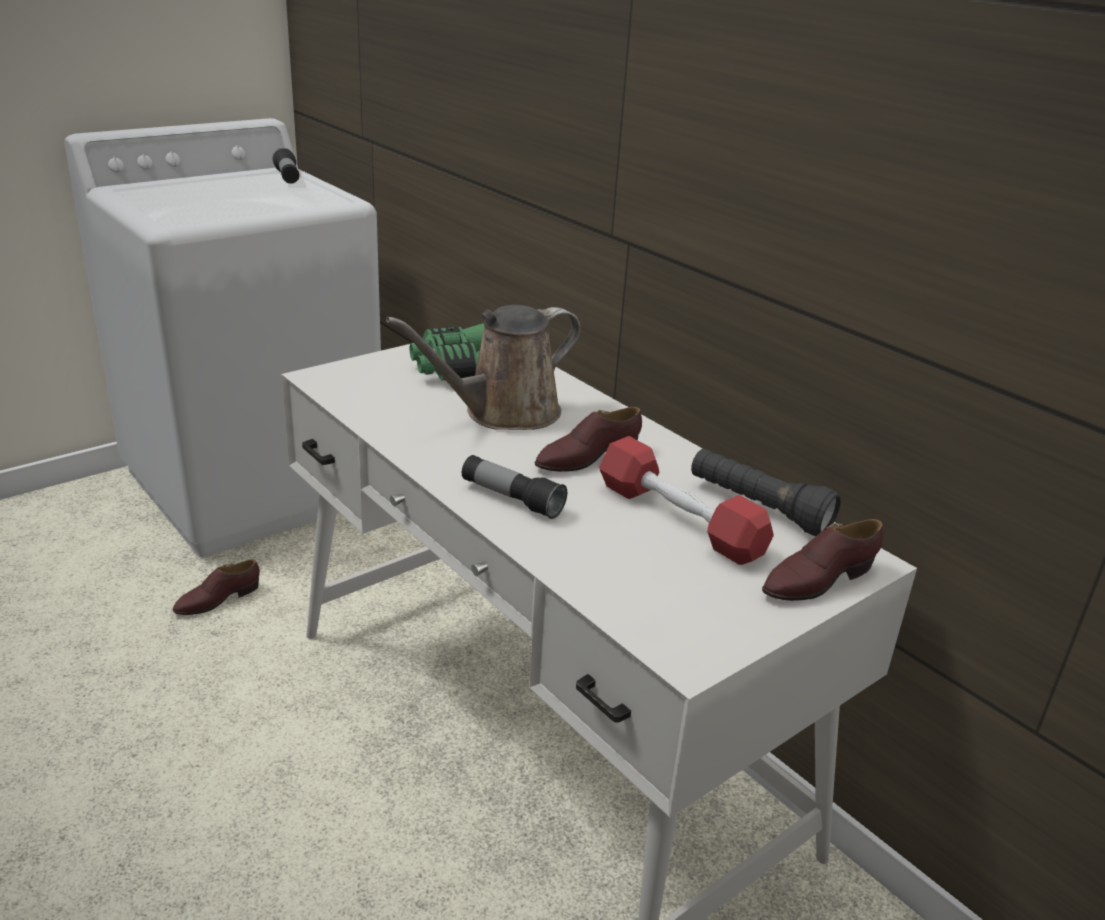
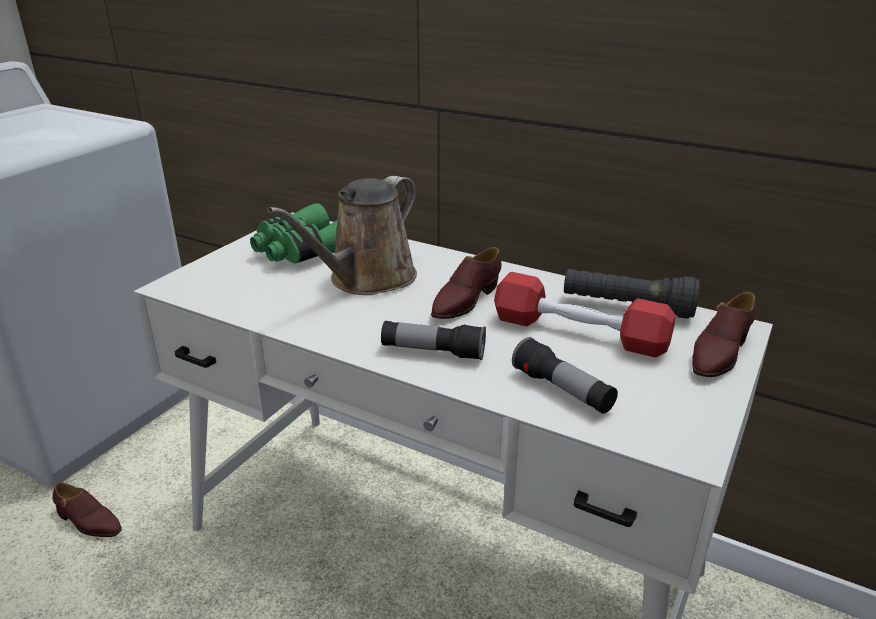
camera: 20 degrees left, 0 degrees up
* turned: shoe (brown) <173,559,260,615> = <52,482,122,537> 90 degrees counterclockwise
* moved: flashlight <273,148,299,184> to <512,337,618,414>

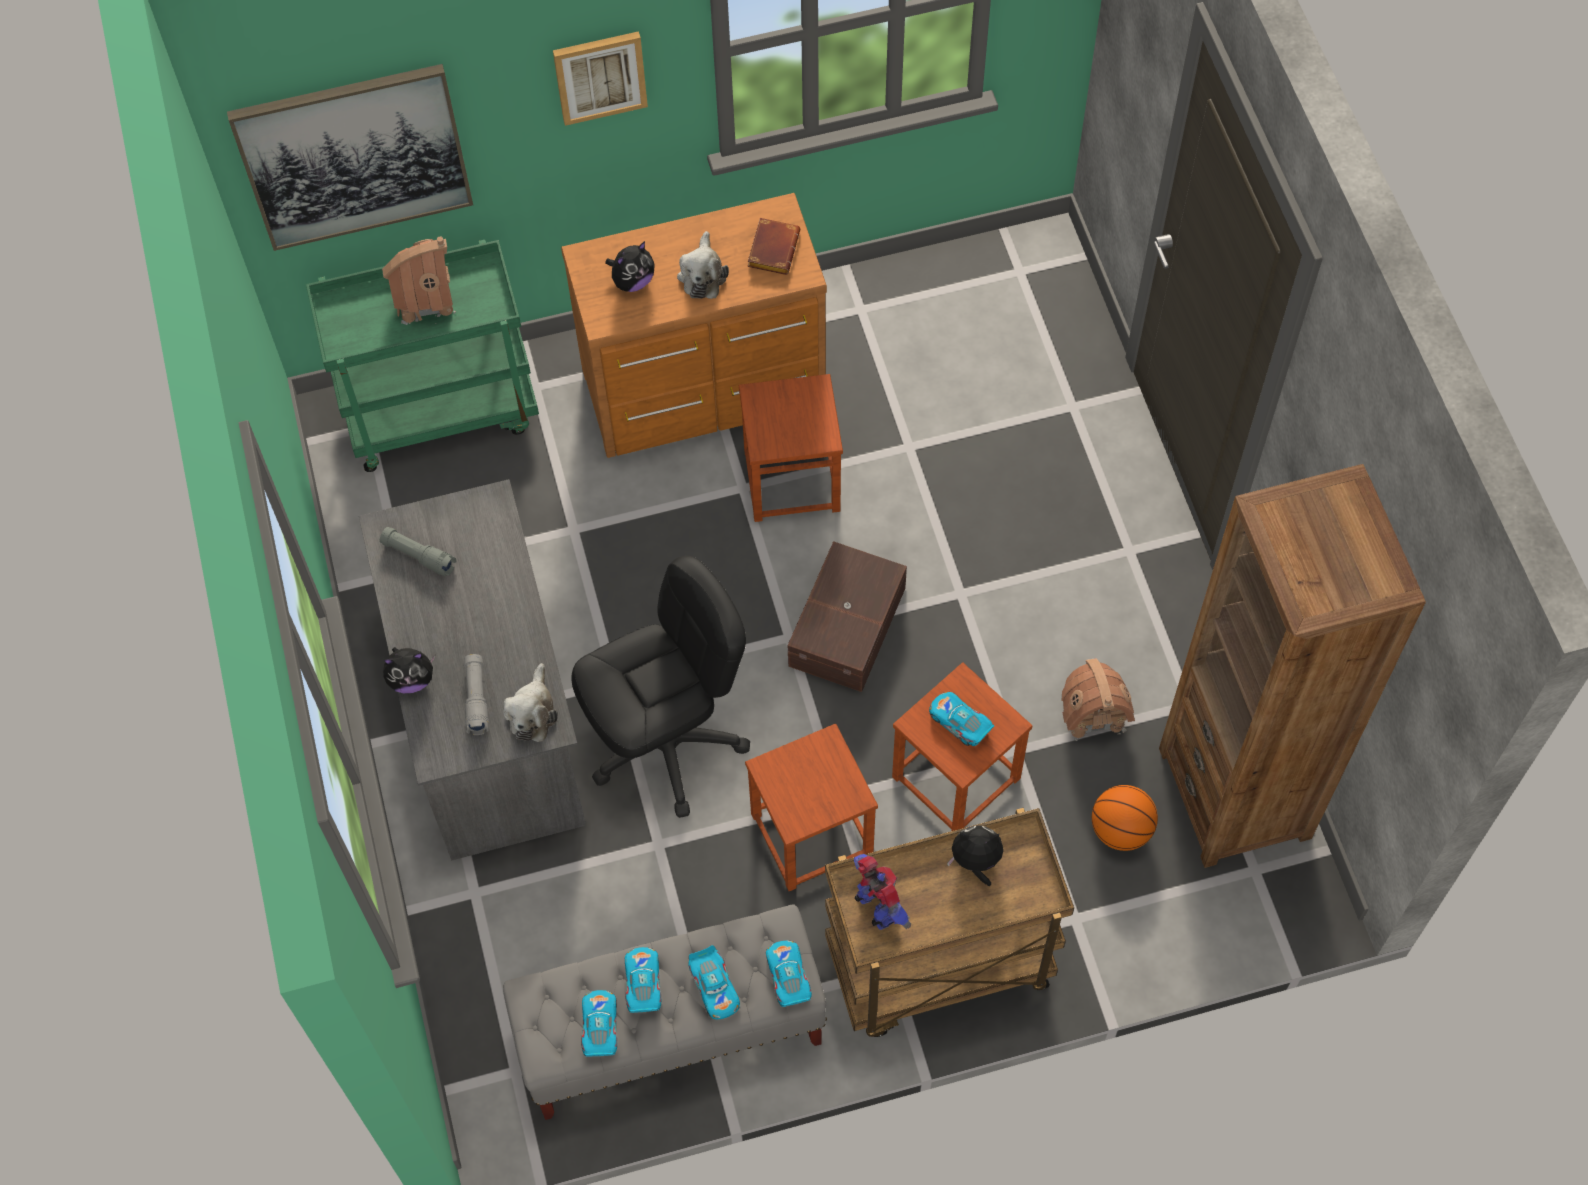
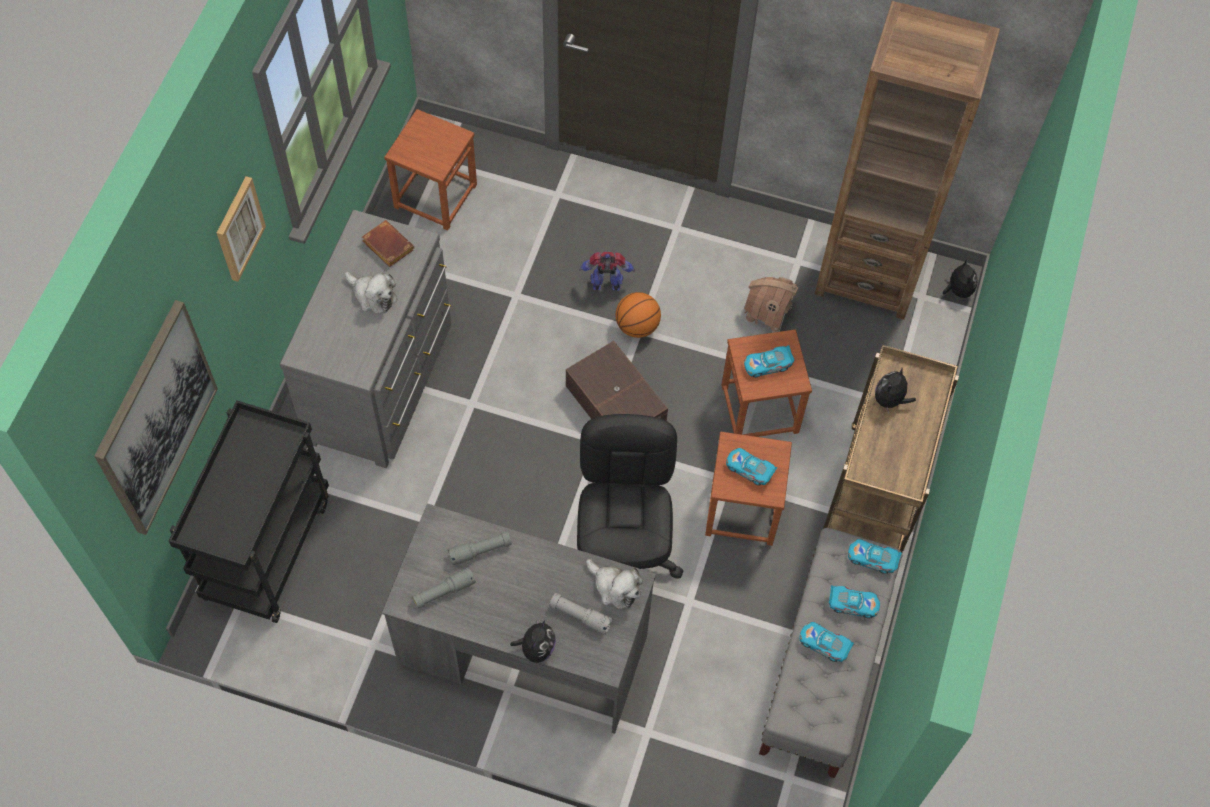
camera: 60 degrees left, 0 degrees up
* recoloured: cart (green) <306,240,539,472> to cart (black) <169,400,329,623>
* removed: toy house <382,236,456,325>
* recoloured: dresser (brown) <561,193,827,458> to dresser (grey) <280,210,451,468>
* moved: toy car <581,990,617,1056> to <726,448,777,486>
* moved: plush toy <605,241,654,292> to <943,260,978,298>
* moved: stool (brown) <739,374,843,522> to <384,109,477,231>
* moved: toy robot <854,854,911,930> to <579,252,635,290>
* moved: basketball <1092,785,1158,851> to <616,292,661,338>
* added: flashlight (grey) <448,531,512,565>

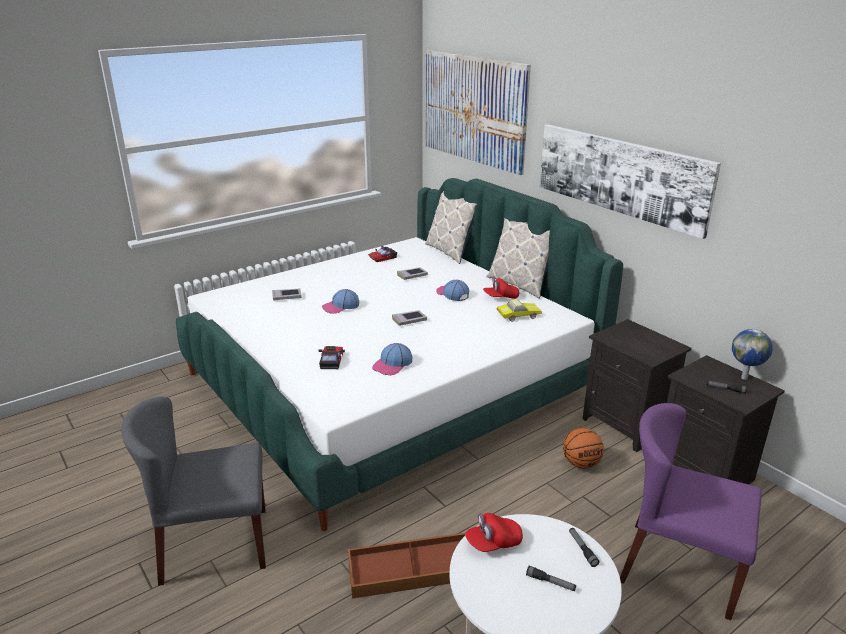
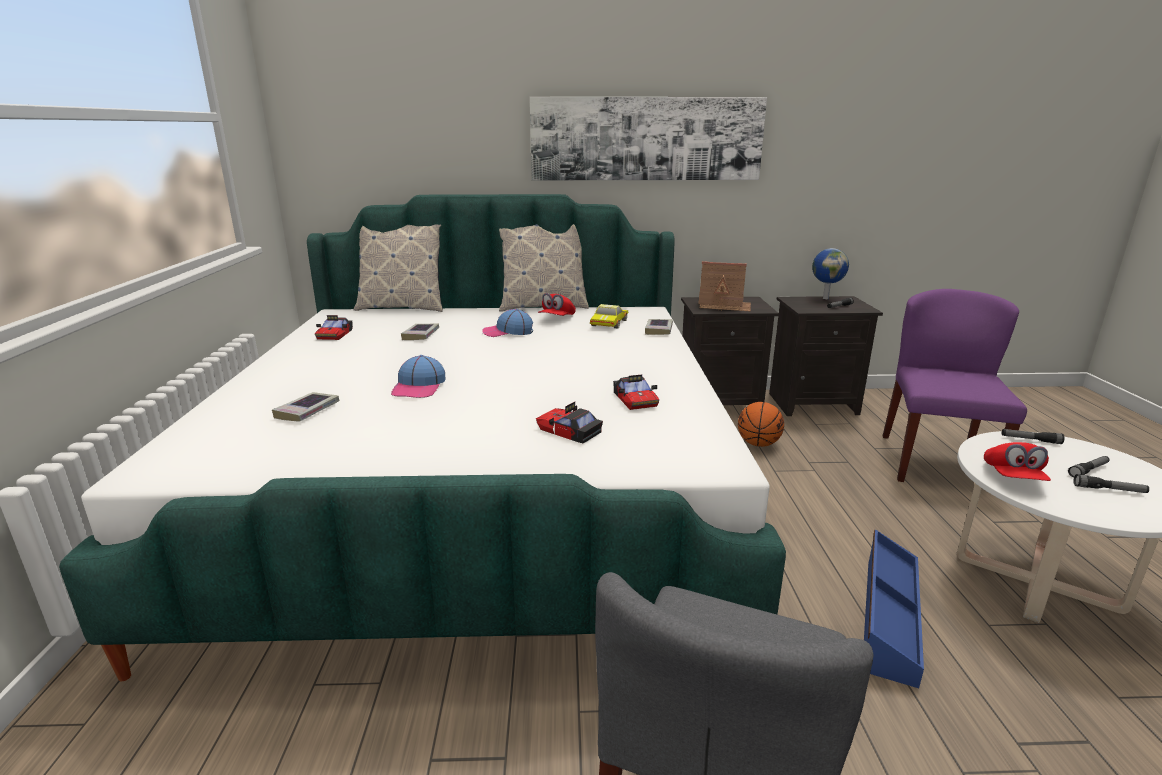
camera: 55 degrees left, 5 degrees down
* recoloured: storage box (brown) <348,533,465,598> to storage box (blue) <864,529,924,688>
* replaced: cap <372,343,412,375> to toy car <613,374,659,410>
* moved: book <392,310,427,326> to <645,319,673,335>
* removed: picture <425,50,531,175>
* turned: chair (purple) <620,403,762,620> = <883,289,1027,482> 135 degrees clockwise
* added: toy house <698,261,751,311>
* added: flashlight <1073,474,1149,493>

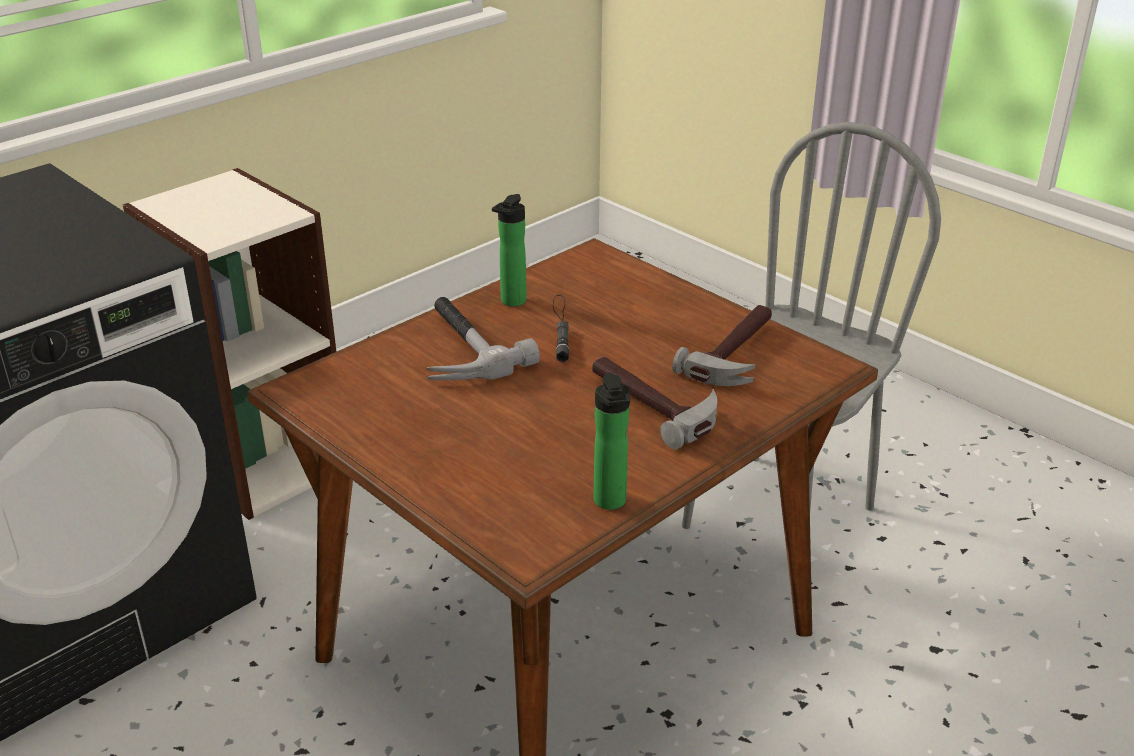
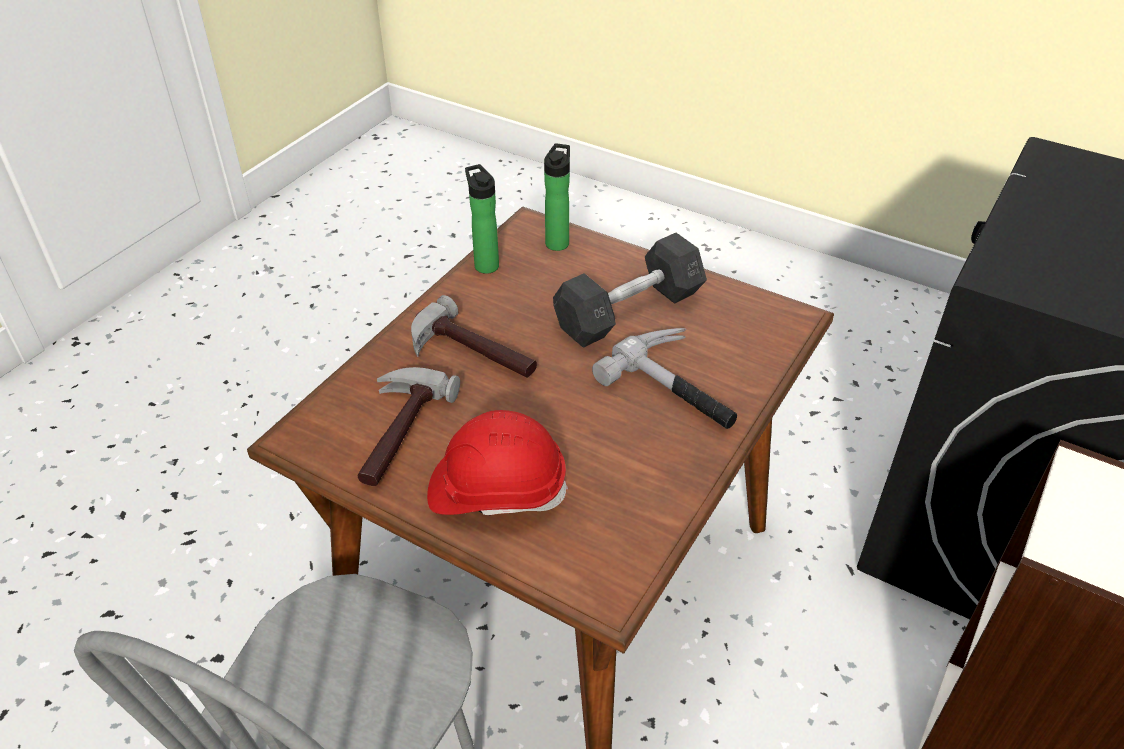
camera: 165 degrees right, 10 degrees up
* moved: bottle <492,194,527,306> to <544,144,570,251>
* removed: flashlight (black) <553,295,569,362>
* added: hard hat (red) <427,410,568,516>
* added: dumbbell (grey) <553,233,707,348>

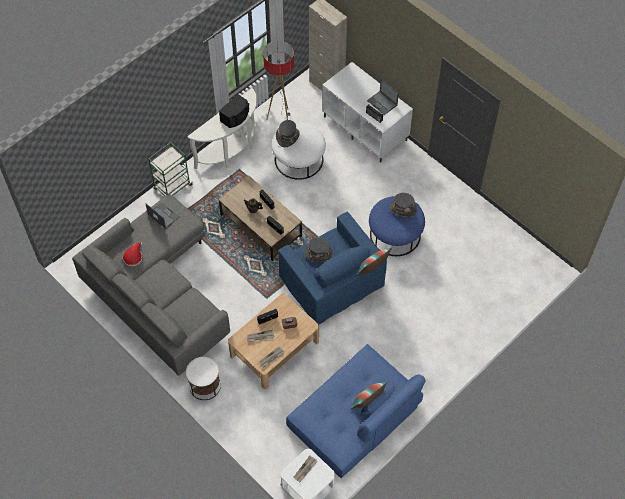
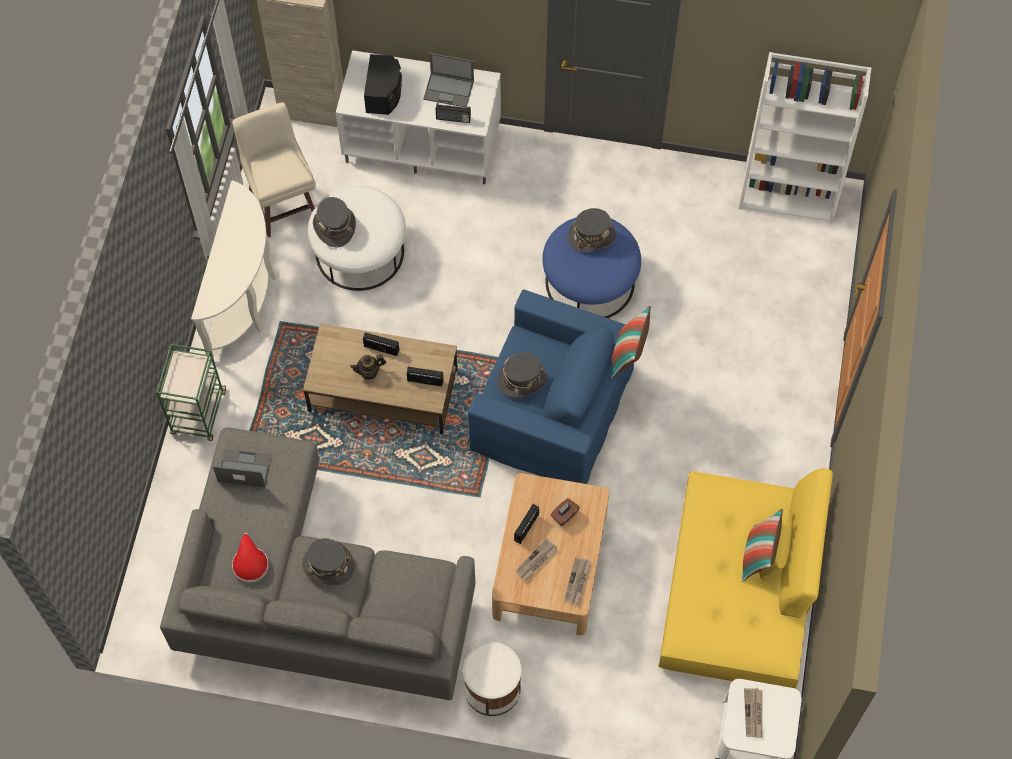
camera: 35 degrees left, 5 degrees up
* moved: speaker (black) <219,94,249,128> to <364,54,402,115>
* replaced: floor lamp <263,41,294,120> to stool (beige) <232,102,316,238>
* recoloured: sofa (blue) <286,344,426,478> to sofa (yellow) <659,468,833,688>
* added: hat (grey) <302,538,355,585>
* added: bookcase (white) <739,52,872,224>

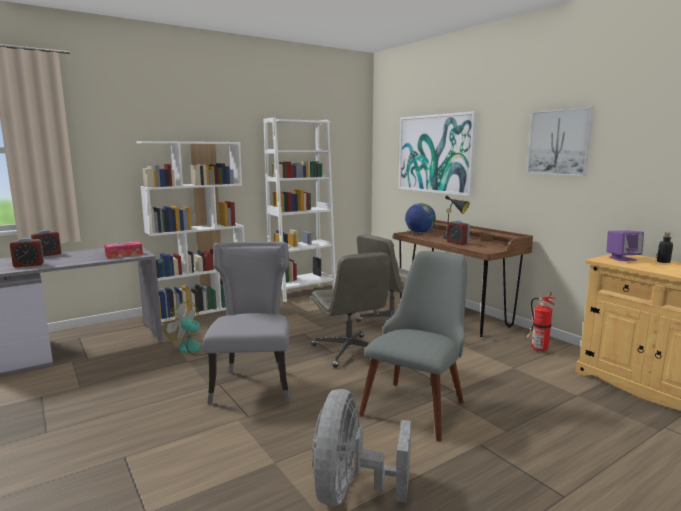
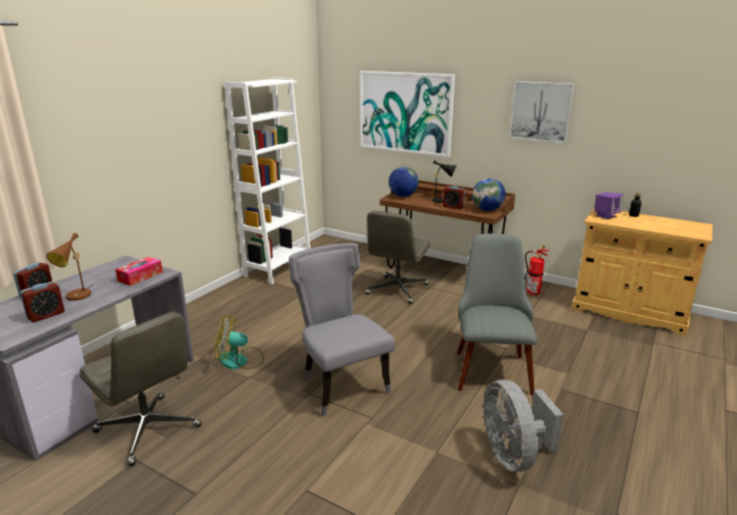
camera: 25 degrees left, 10 degrees up
* removed: bookcase (white) <136,141,245,322>
* moved: office chair (grey) <311,252,390,368> to <80,311,202,467>
* added: table lamp (brown) <46,233,94,301>
* added: globe <472,178,506,211>

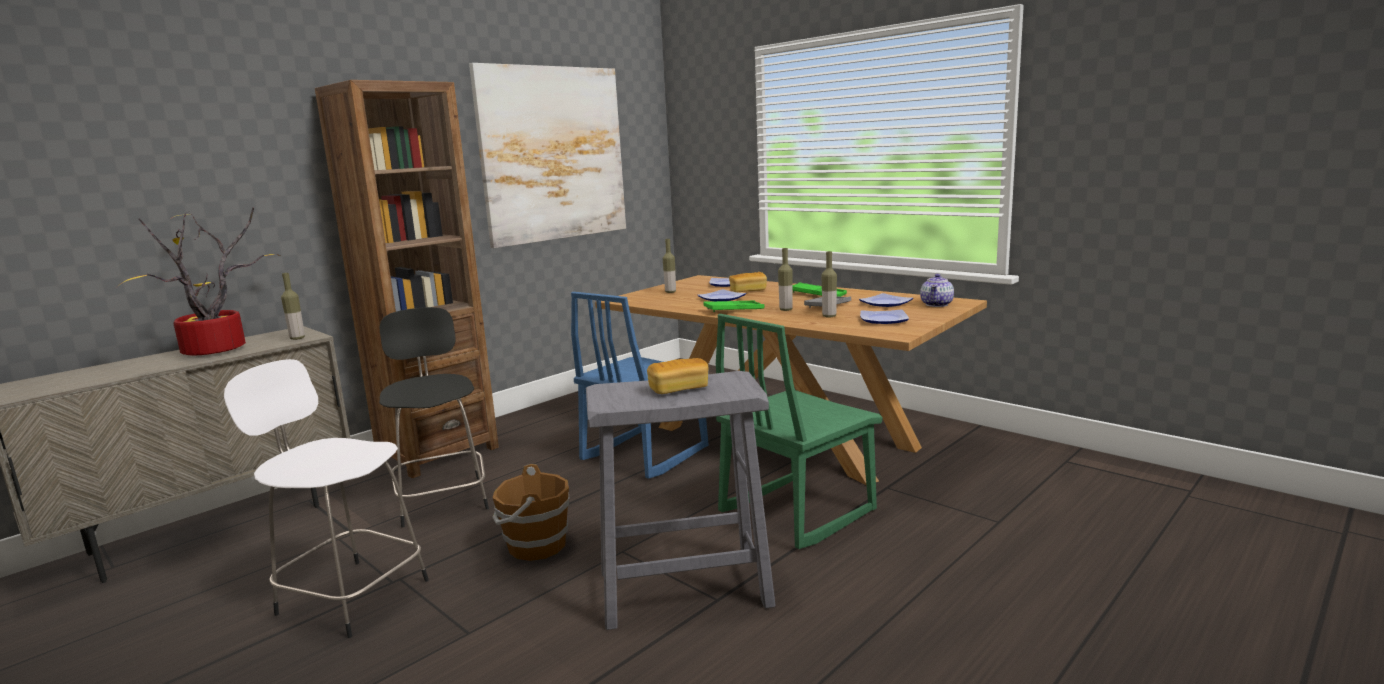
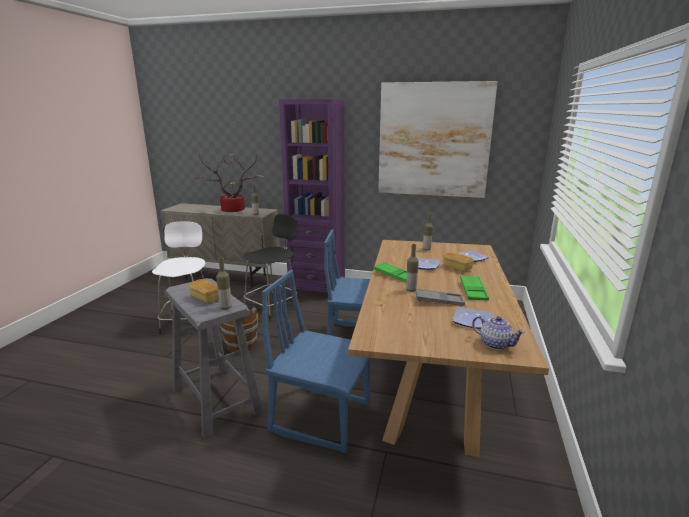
camera: 60 degrees right, 5 degrees up
* recoloured: bookcase (brown) <315,80,499,478> to bookcase (purple) <279,99,345,294>
* recoloured: chair (green) <716,314,883,549> to chair (blue) <262,270,370,453>
* moved: bottle <821,251,837,318> to <216,257,231,309>
* removed: plate <860,309,909,324>
* turned: teapot <920,274,954,307> = <472,316,526,350> 135 degrees counterclockwise

